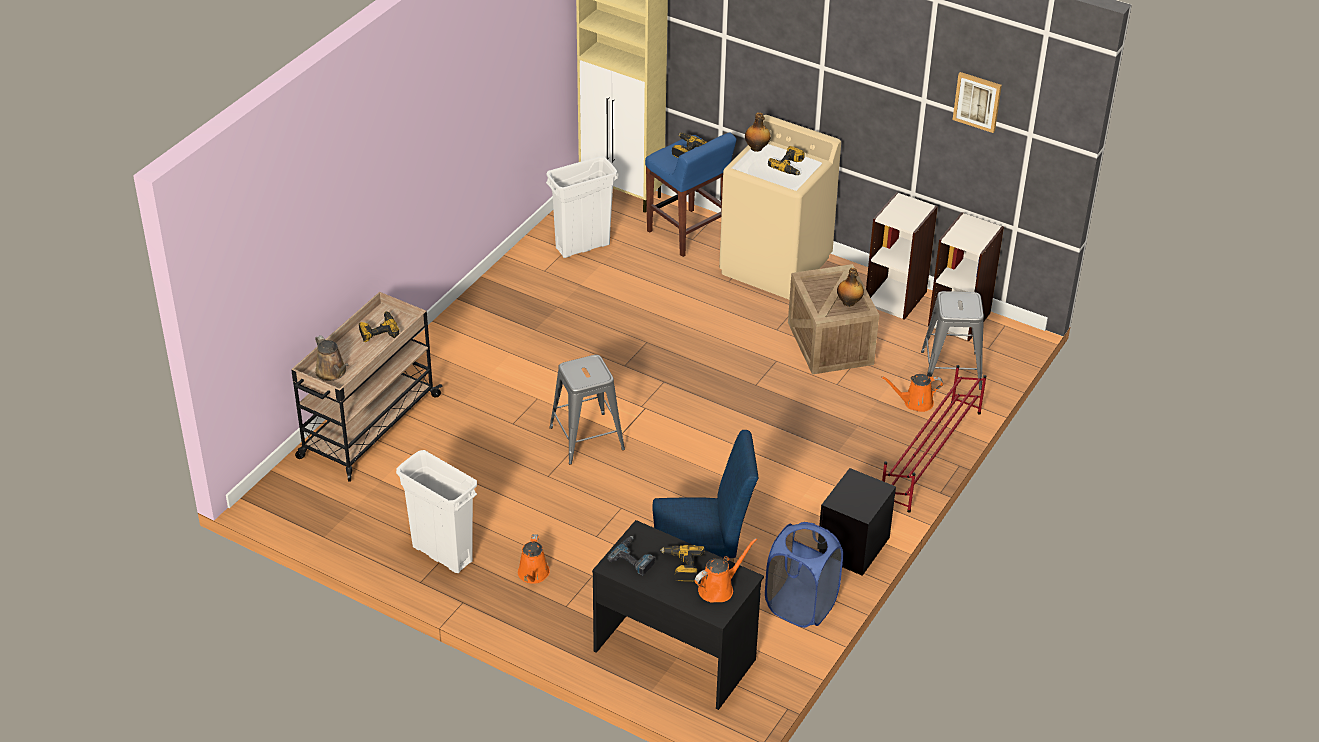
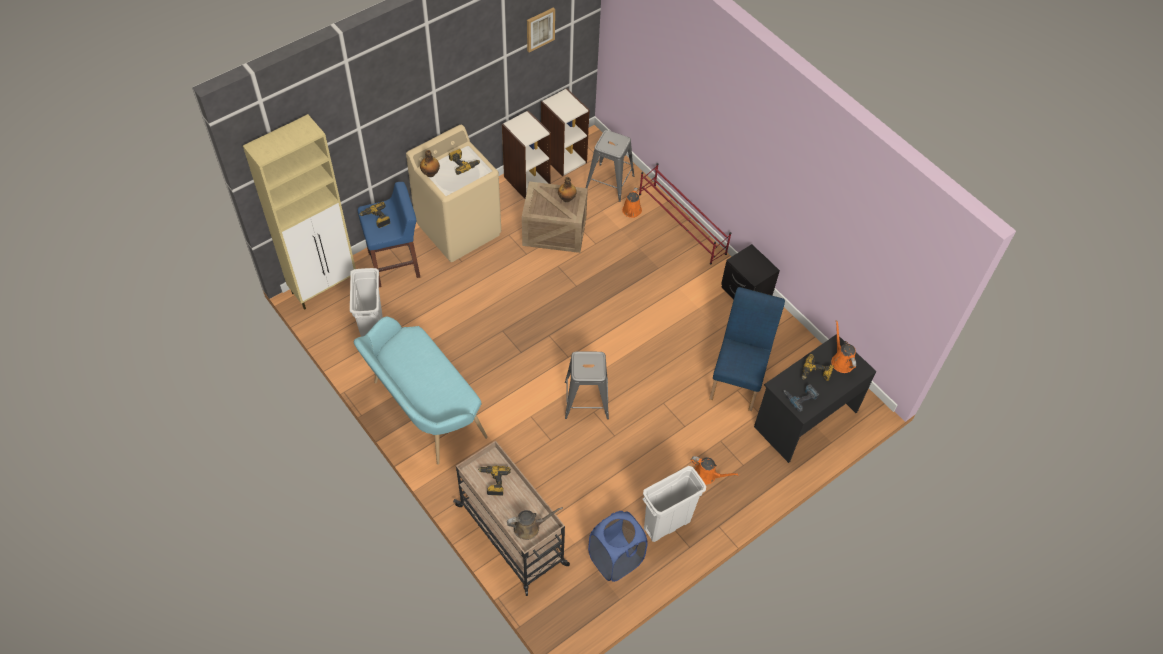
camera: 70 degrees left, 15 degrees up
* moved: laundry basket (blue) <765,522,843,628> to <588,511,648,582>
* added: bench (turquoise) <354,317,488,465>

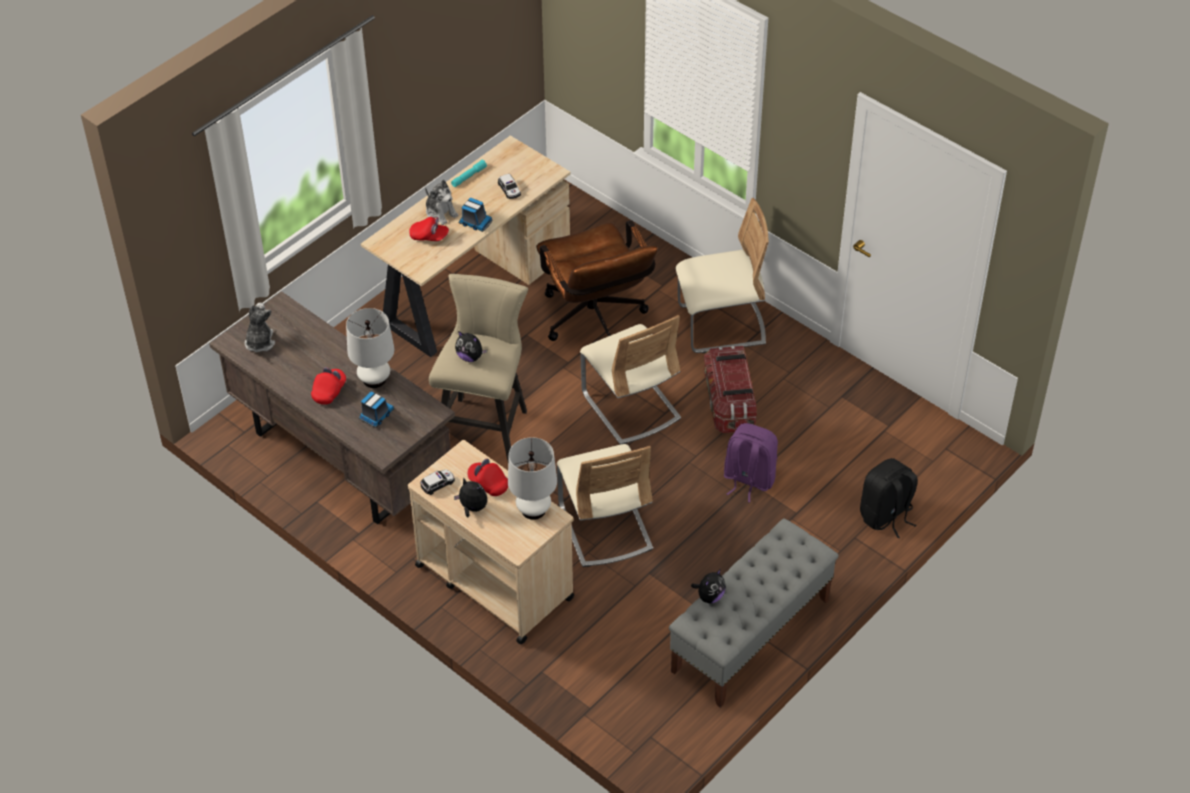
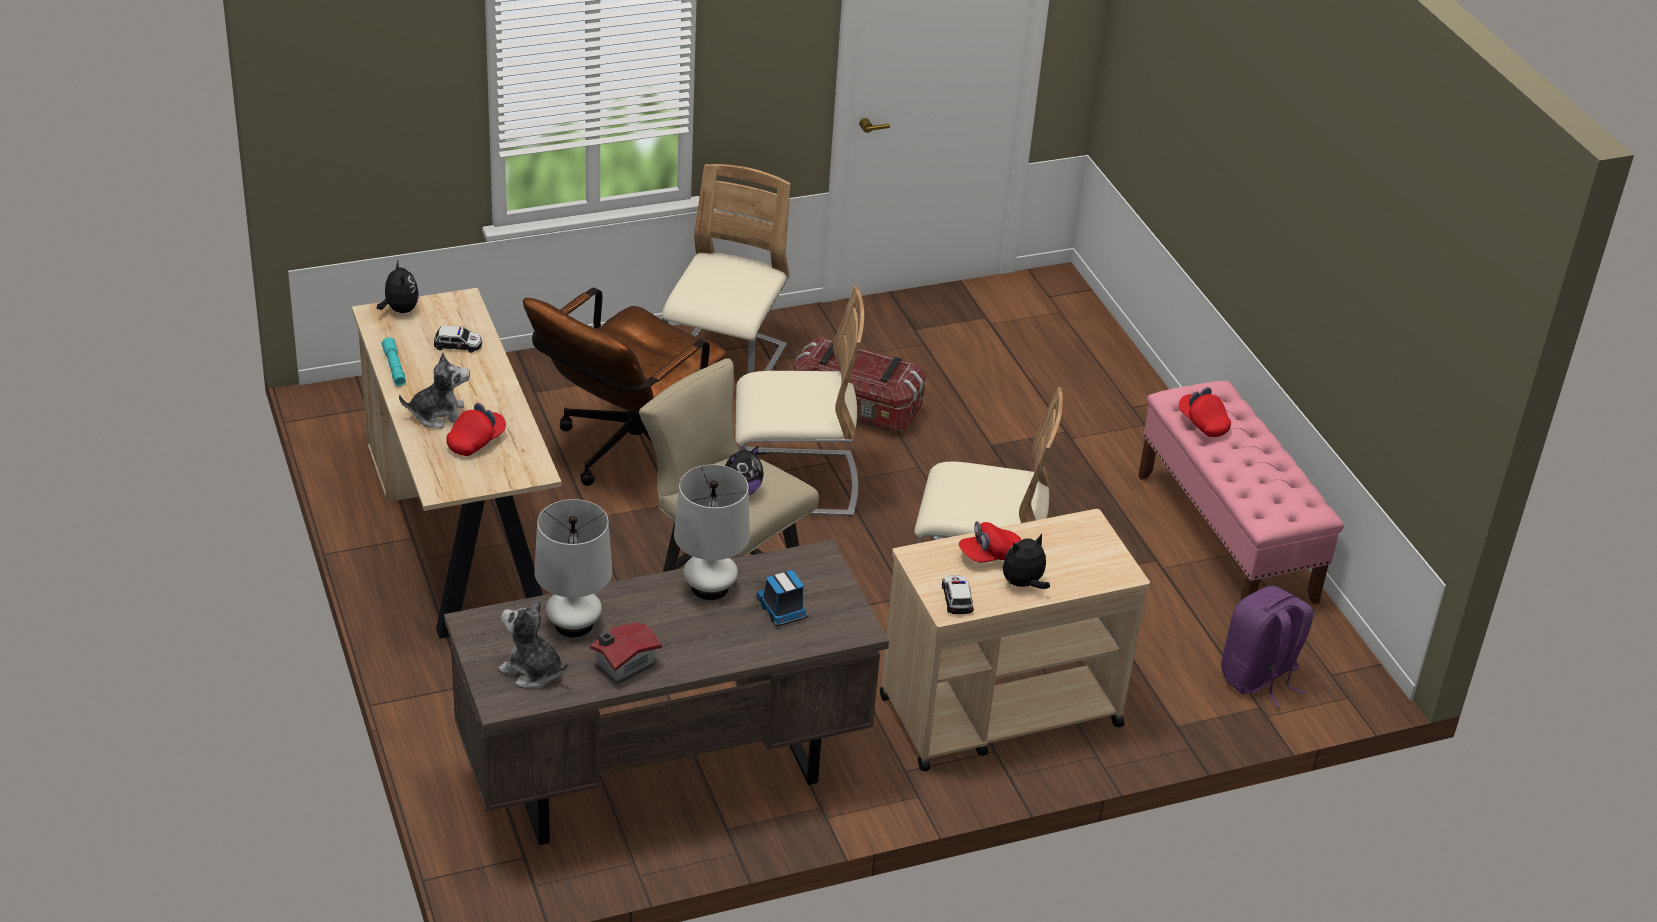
camera: 65 degrees left, 10 degrees down
* moved: cap (red) <311,367,346,405> to <1179,387,1231,437>
* removed: toy truck <459,198,492,232>
* moved: table lamp (white) <508,437,557,520> to <534,499,612,637>
* turned: office chair (brown) <536,220,658,341> = <523,288,727,486> 120 degrees clockwise
* recoloured: bench (grey) <669,518,838,708> to bench (pink) <1138,381,1344,605>
* moved: plush toy <691,569,726,603> to <377,260,419,313>
* moved: backpack (purple) <723,423,778,503> to <1221,586,1313,708>
* removed: backpack (black) <860,458,918,538>
* added: toy house <590,622,662,685>

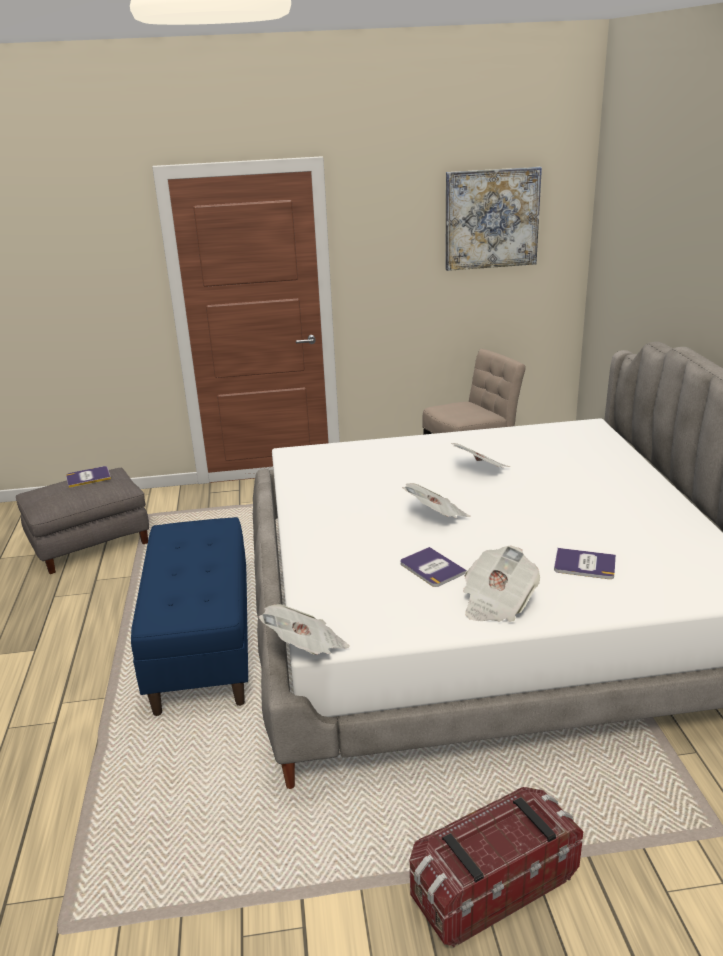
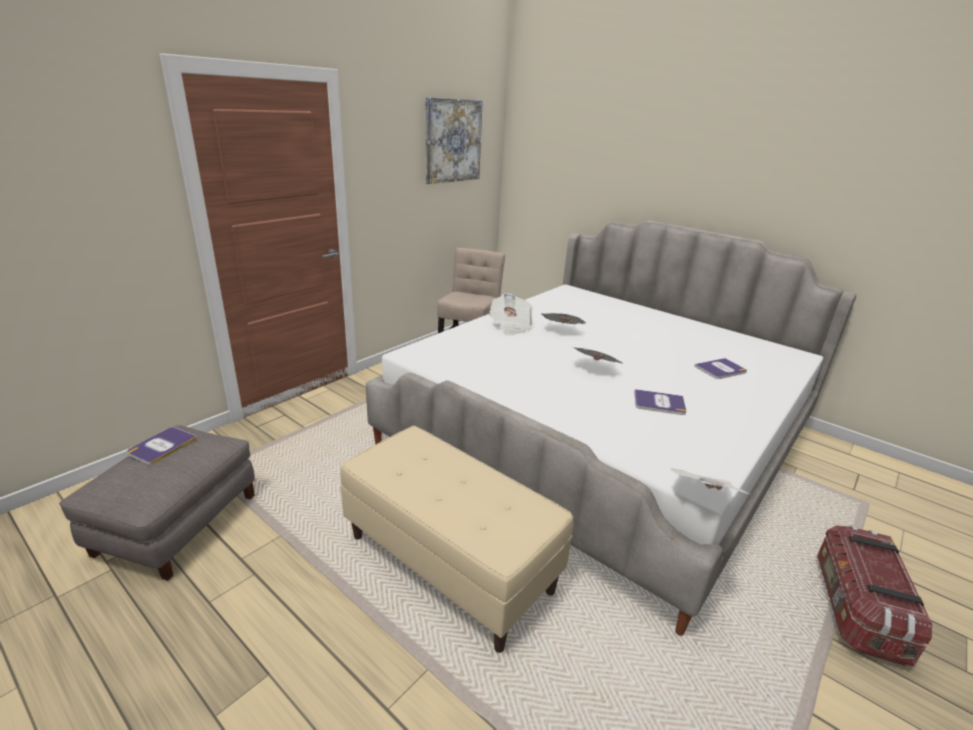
camera: 45 degrees left, 0 degrees up
* recoloured: bench (blue) <131,517,248,716> to bench (beige) <340,426,573,653>
* moved: newspaper <463,546,540,622> to <489,293,533,336>

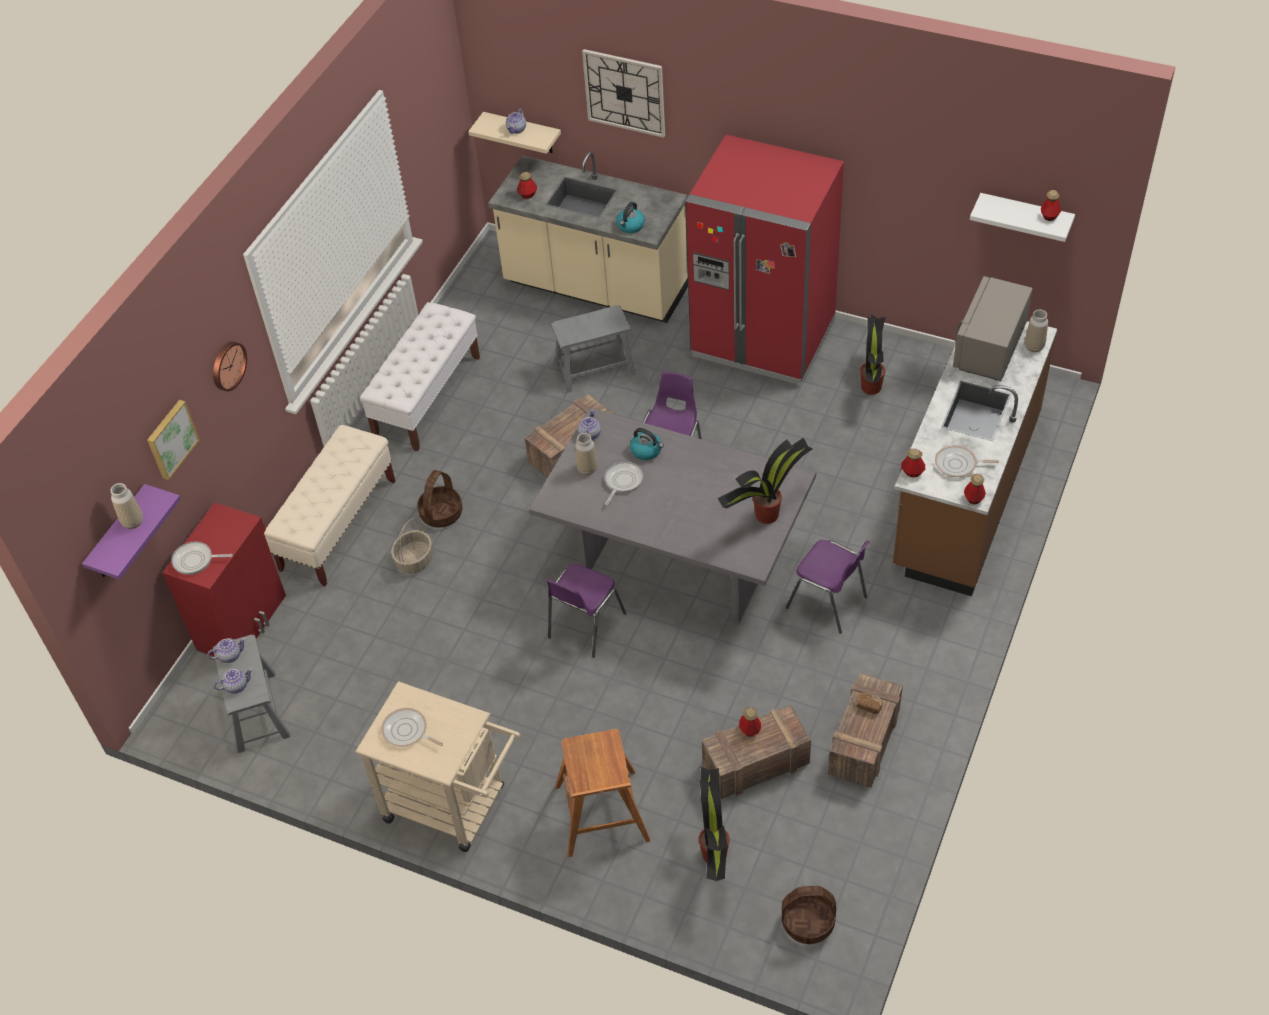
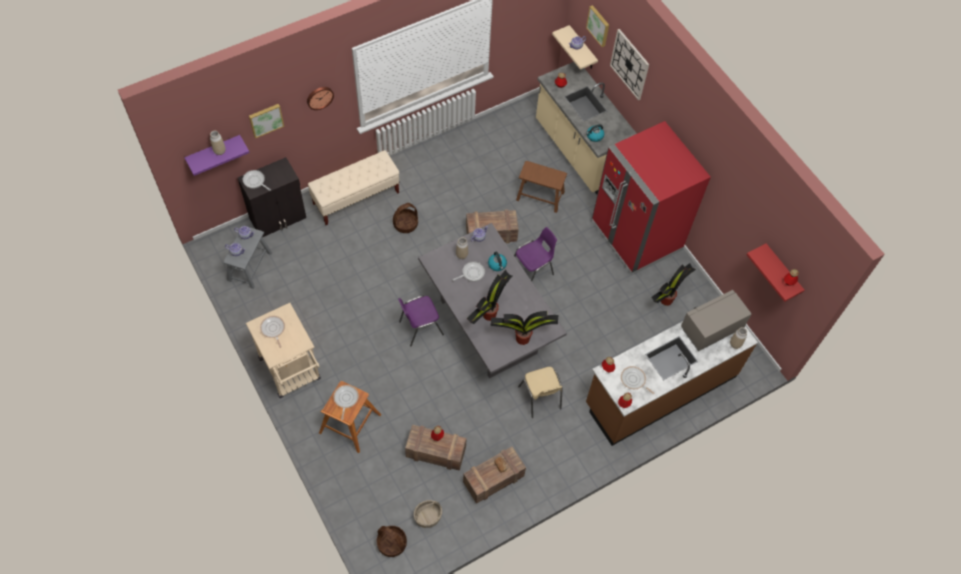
camera: 30 degrees right, 10 degrees up
* recoloured: cabinet (red) <162,502,286,657> to cabinet (black) <238,157,306,237>
* removed: bench (white) <359,302,480,451>
* moved: basket <391,518,432,574> to <413,500,442,528>
* recoloured: stool (grey) <551,305,636,393> to stool (brown) <516,161,567,213>
* moved: potted plant <699,767,730,881> to <467,270,513,324>
* recoloured: chair (purple) <786,540,869,634> to chair (beige) <518,367,563,418>
* recoloured: shelf (white) <970,193,1075,242> to shelf (red) <747,243,804,302>
* added: frying pan <333,385,359,420>
* added: picture <586,5,609,47>

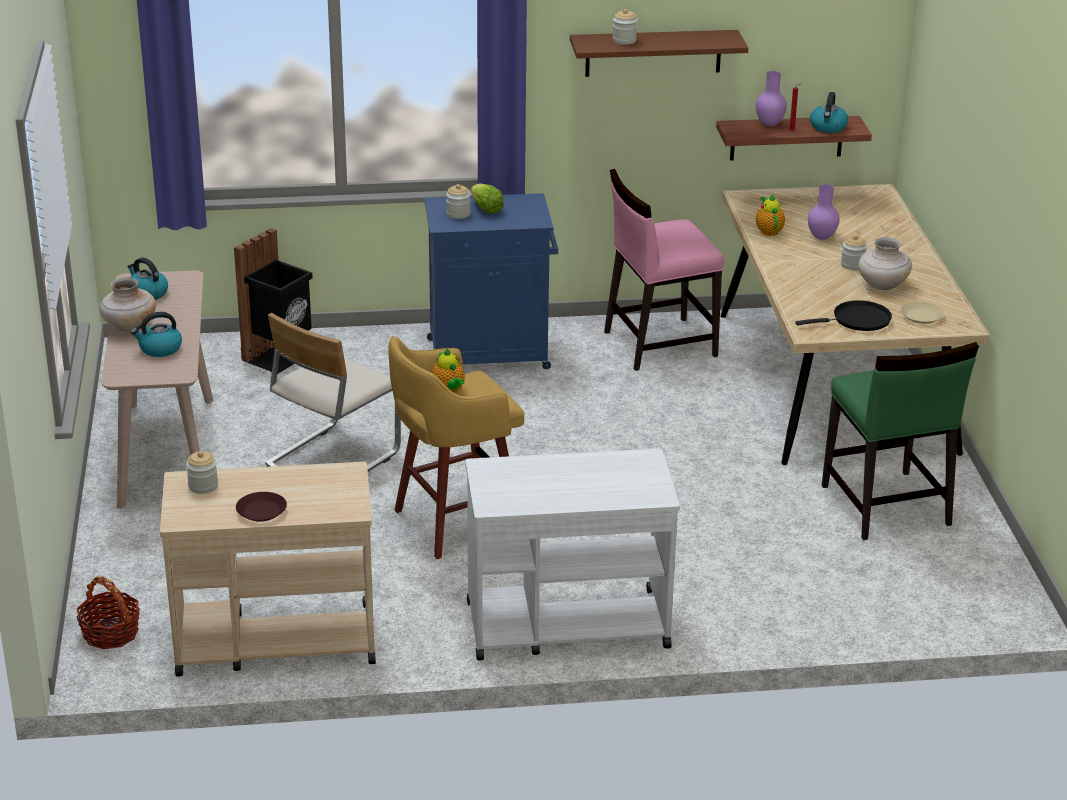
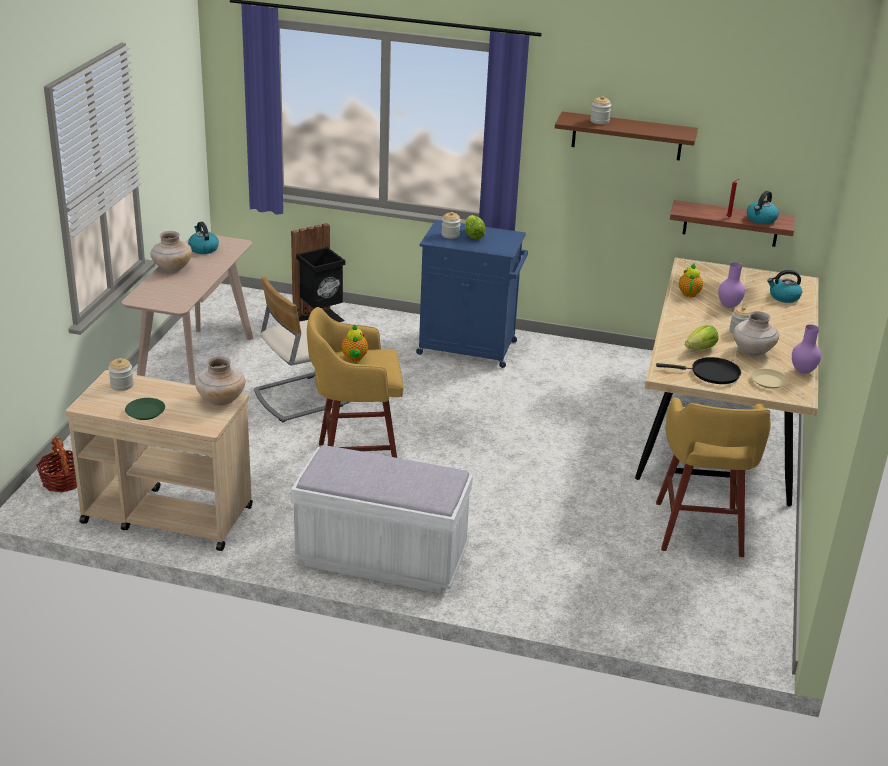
camera: 20 degrees right, 0 degrees up
* moved: kettle <131,312,182,357> to <767,270,802,303>
* recoloured: plate (brown) <236,492,287,522> to plate (green) <125,398,165,420>
* replaced: cart (white) <465,449,680,660> to bench (white) <291,445,473,593>
* removed: chair (pink) <604,169,724,371>
* moved: vase (purple) <756,71,787,126> to <792,325,821,374>
* replaced: chair (green) <822,342,979,540> to stool (yellow) <656,397,771,557>
* added: vase (beige) <195,356,245,406>
* added: lettuce <685,325,718,350>

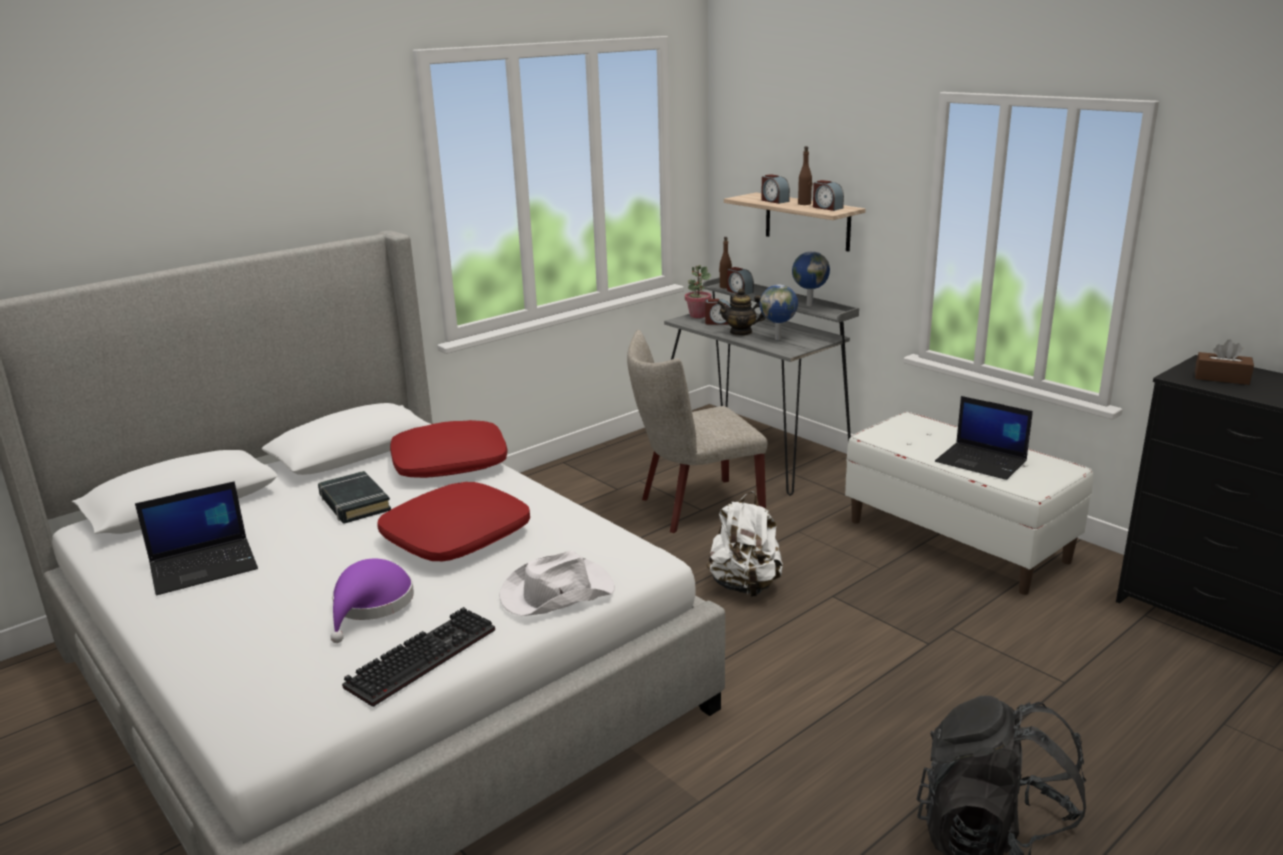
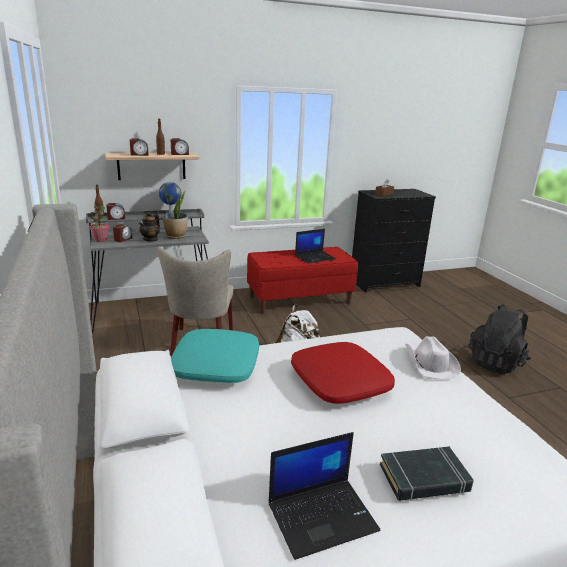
camera: 70 degrees left, 0 degrees up
* turned: laptop <135,481,258,596> = <269,432,380,560> 75 degrees clockwise
* moved: book (black) <318,471,391,524> to <380,447,474,501>
* removed: hat (purple) <330,559,414,643>
* removed: keyboard <342,607,495,707>
* recoloured: pillow (red) <390,420,508,478> to pillow (turquoise) <171,329,259,383>
* replaced: globe <759,284,798,340> to potted plant <163,192,188,239>
* recoloured: bench (white) <845,412,1093,595> to bench (red) <247,247,358,314>

